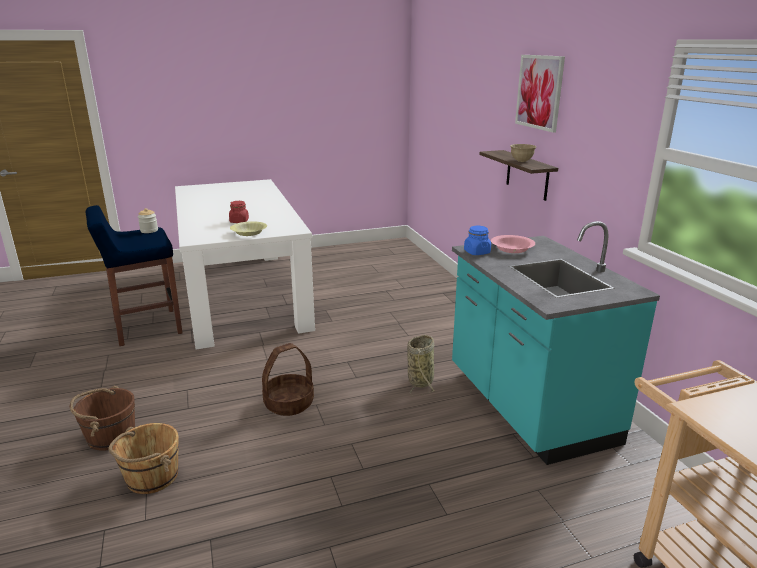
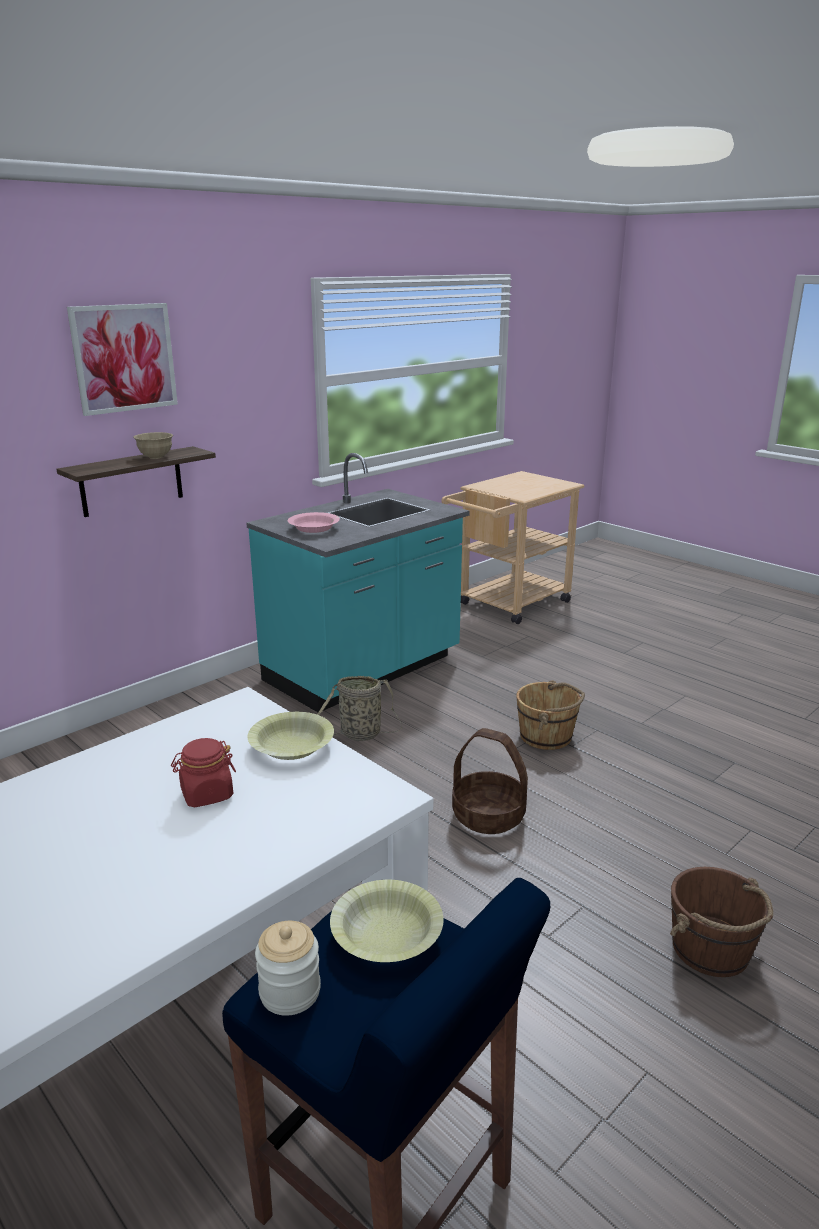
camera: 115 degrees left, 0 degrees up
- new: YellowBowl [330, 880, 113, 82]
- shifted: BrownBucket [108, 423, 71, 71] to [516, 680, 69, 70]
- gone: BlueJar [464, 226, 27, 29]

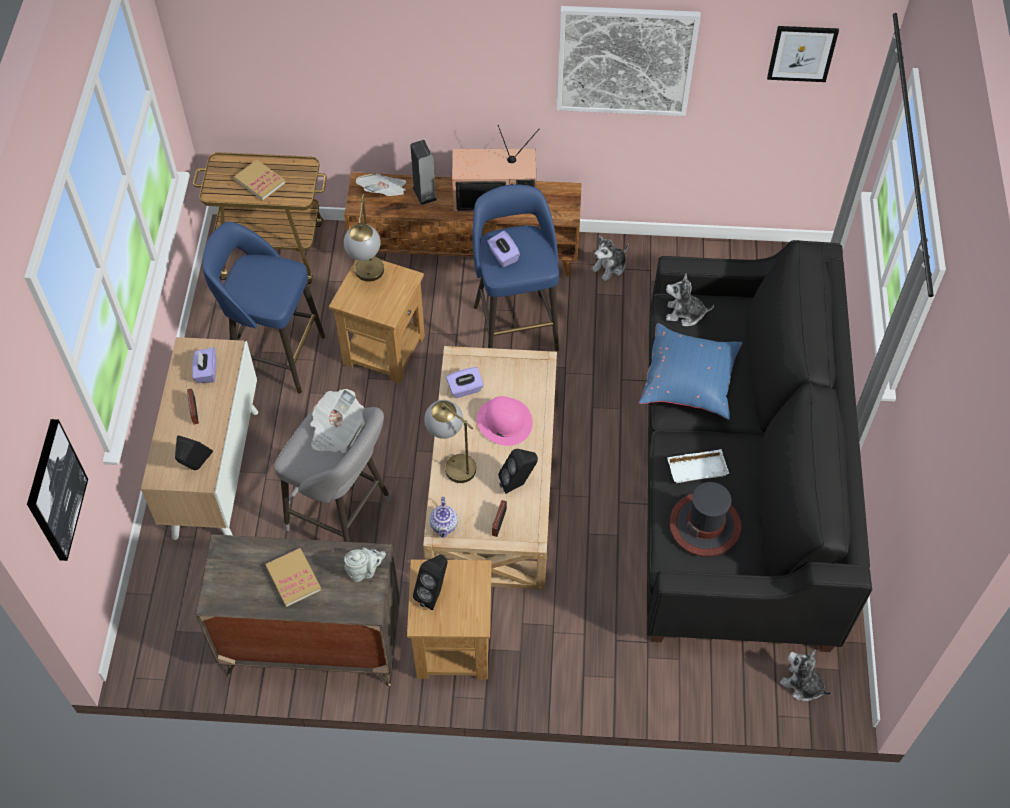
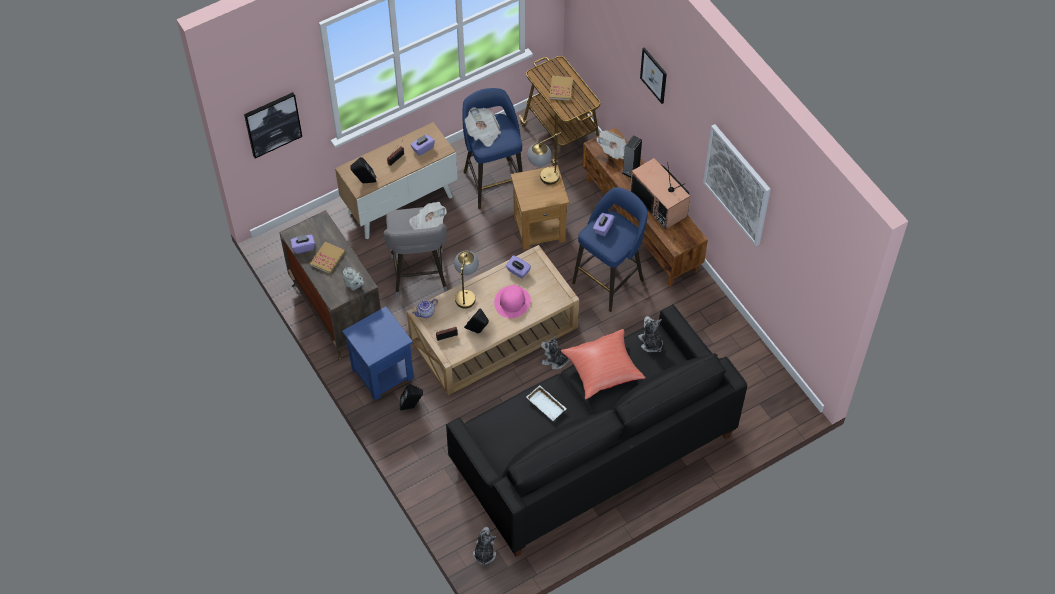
camera: 55 degrees right, 0 degrees up
- new: PurpleTissueBox [291, 235, 24, 19]
- repainted: BrownSideTable [407, 560, 84, 119] to BlueSideTable [342, 307, 72, 94]
- shifted: BlackSpeaker [413, 555, 35, 55] to [399, 384, 24, 27]
- new: Newspaper [465, 107, 36, 40]
- shifted: PlushToy [592, 235, 37, 46] to [541, 335, 29, 34]
- repainted: BluePillow [639, 323, 103, 97] to RedPillow [561, 329, 85, 71]
- shifted: Picture [767, 26, 72, 56] to [640, 47, 27, 57]
- gone: Hat [669, 482, 73, 75]

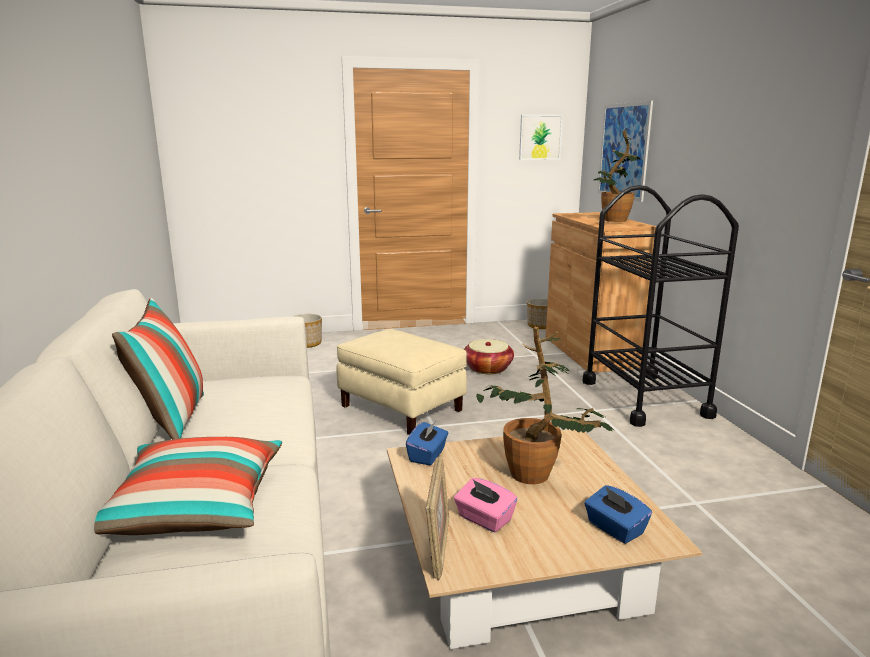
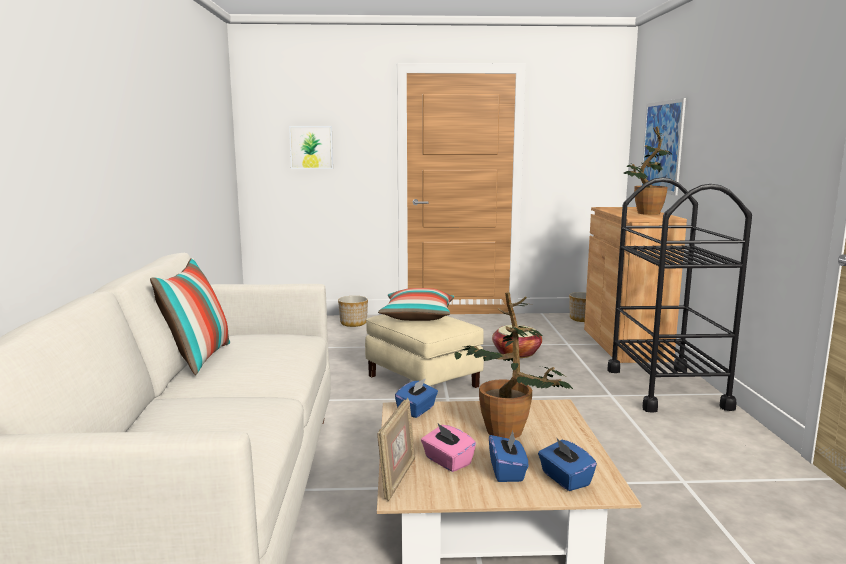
camera: 10 degrees right, 5 degrees down
- shifted: Picture [519, 115, 44, 45] to [289, 126, 44, 43]
- shifted: Pillow [94, 437, 188, 98] to [378, 288, 76, 33]
- new: BlueTissueBox [489, 431, 40, 51]

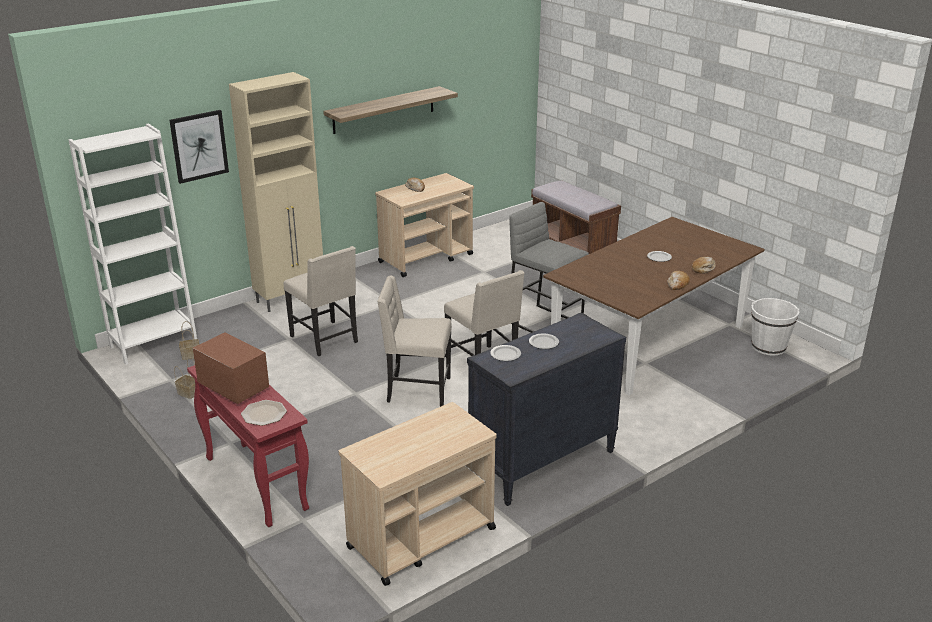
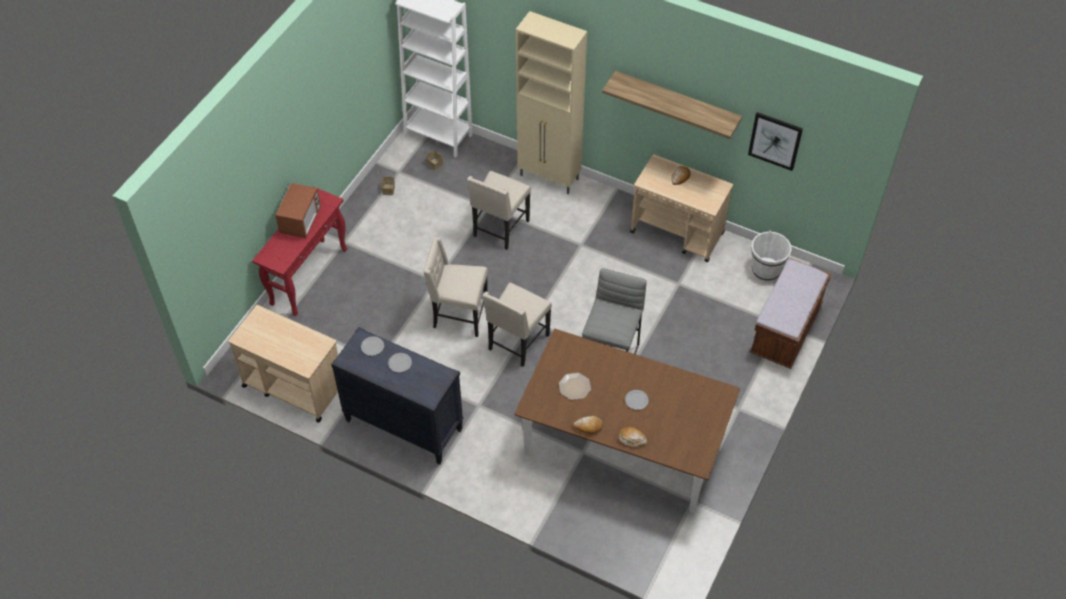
camera: 65 degrees right, 25 degrees up
- rotated: BeigeChair [377, 276, 75, 131] = [423, 237, 65, 100] 60 degrees counterclockwise
- shifted: Plate [241, 400, 46, 26] to [559, 373, 32, 27]
- shifted: Picture [169, 110, 60, 74] to [748, 112, 55, 59]
- shifted: WhiteBucket [751, 298, 48, 58] to [751, 231, 41, 50]

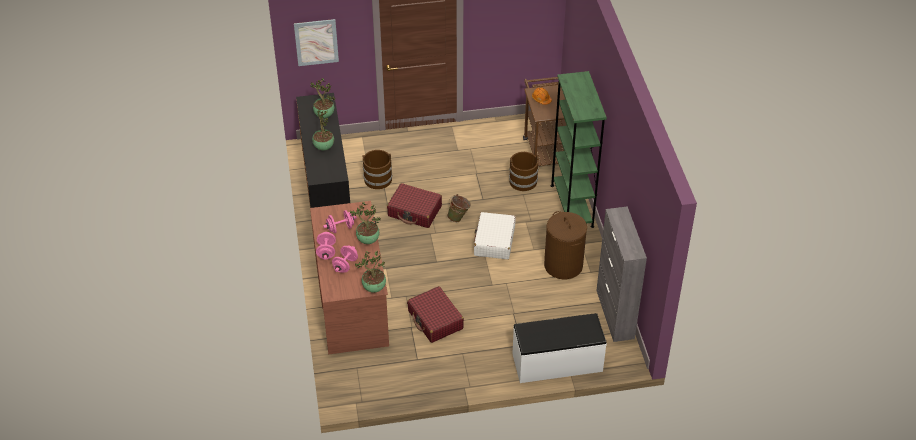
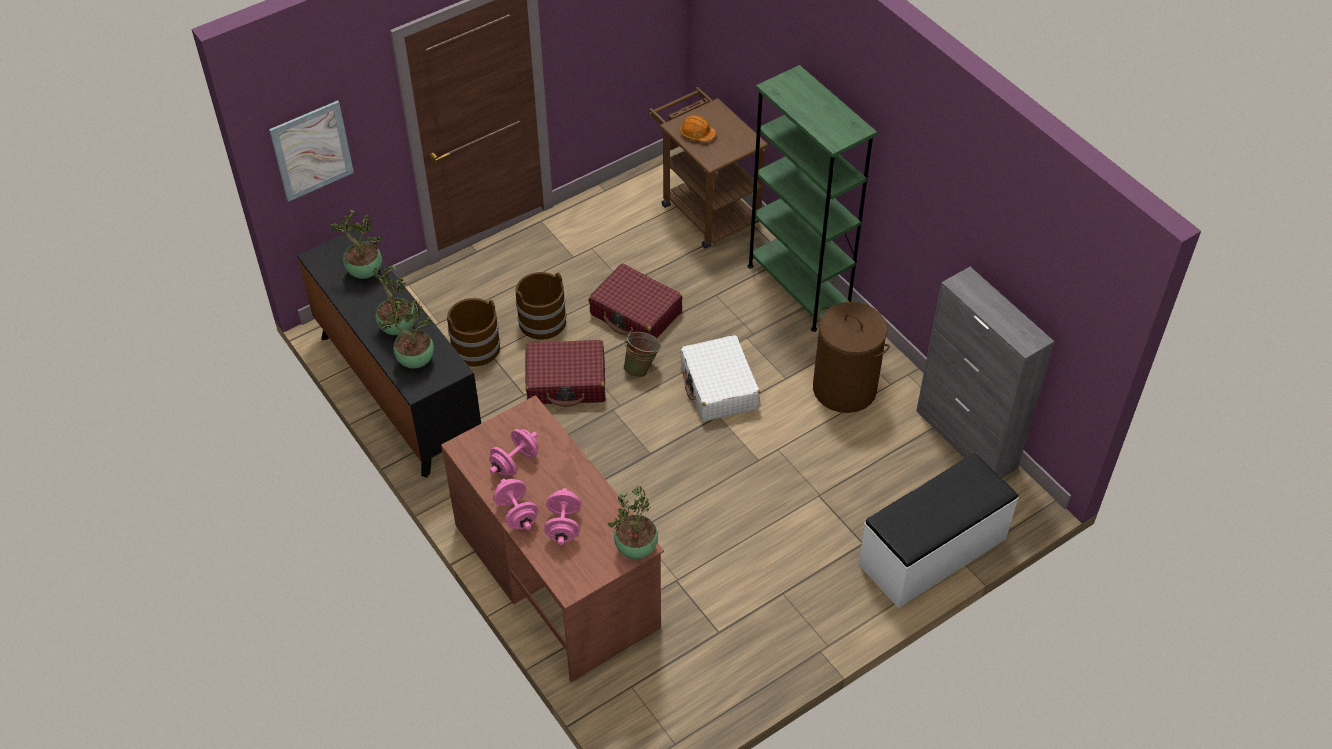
camera: 25 degrees left, 5 degrees up
- shifted: PottedPlant [350, 202, 31, 42] to [379, 300, 55, 69]
- shifted: BrownBucket [509, 152, 30, 39] to [515, 272, 52, 68]
- shifted: RedSuitcase [407, 286, 57, 57] to [589, 263, 93, 75]

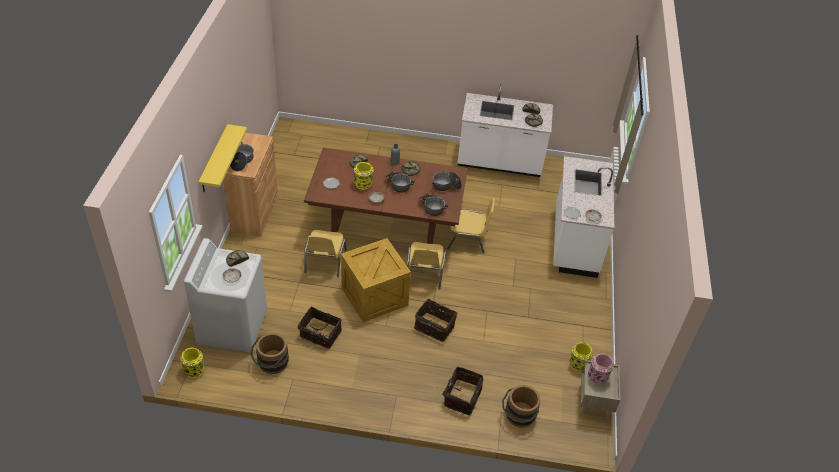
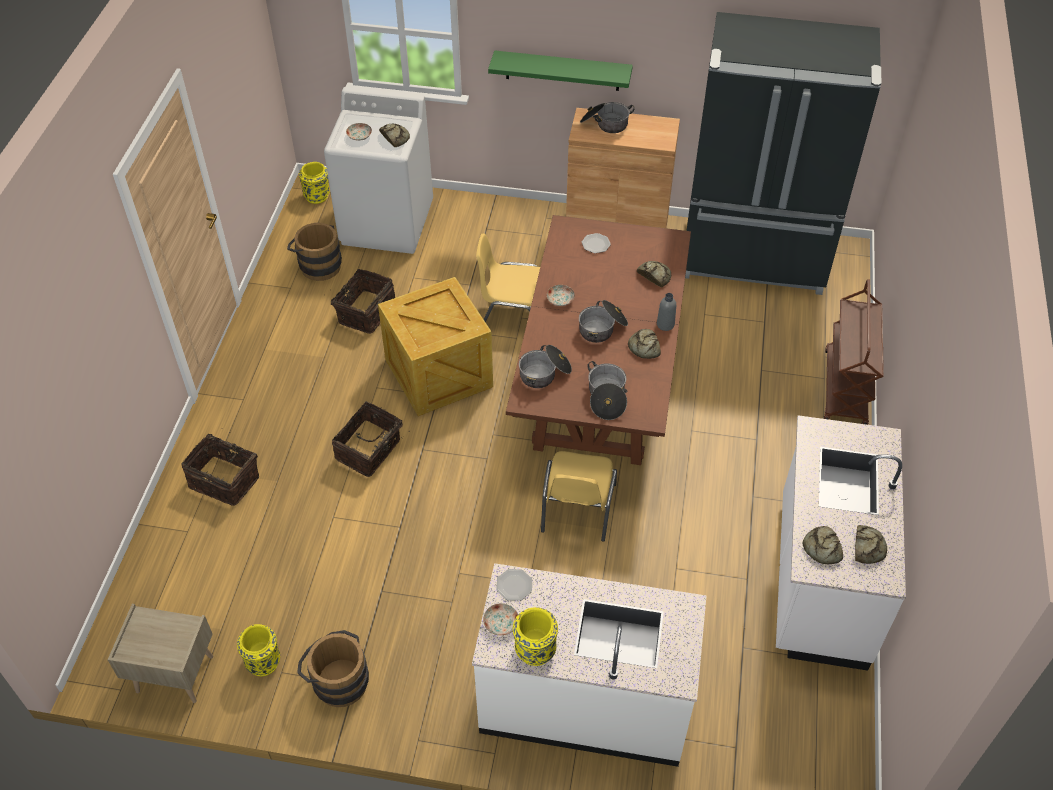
camera: 95 degrees right, 5 degrees up
- shifted: BrownBucket [502, 385, 38, 43] to [297, 630, 72, 77]
- repainted: YellowShelf [198, 124, 49, 68] to GreenShelf [488, 50, 145, 41]
- shifted: YellowVase [354, 162, 20, 28] to [513, 607, 45, 59]
- new: BlackFridge [685, 12, 196, 283]
- new: BrownCart [823, 279, 61, 146]
- gone: YellowChair [407, 242, 39, 48]
- gone: PinkVase [588, 354, 26, 30]

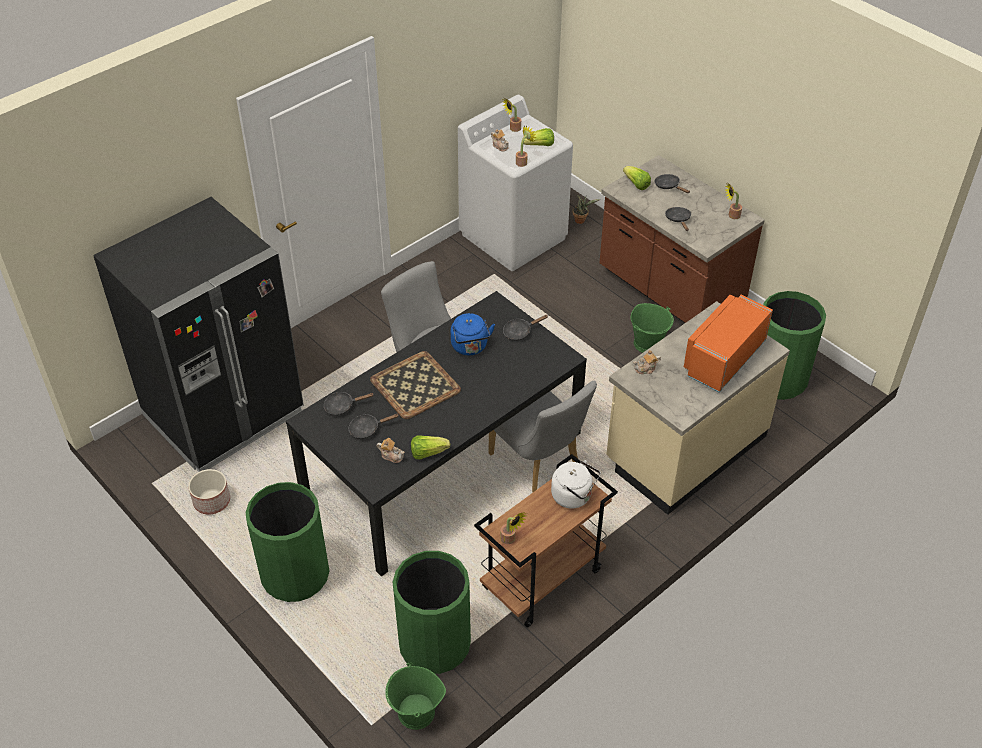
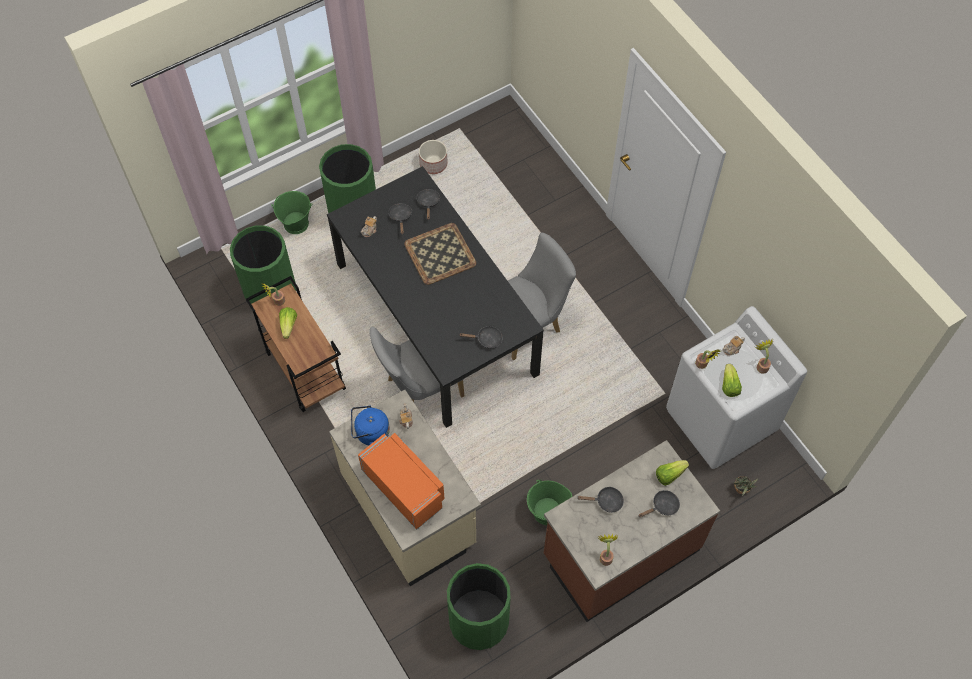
camera: 100 degrees right, 15 degrees up
- shifted: GreenBucket [385, 663, 61, 67] to [271, 191, 41, 43]
- shifted: Lettuce [411, 435, 39, 24] to [279, 307, 18, 32]
- shifted: BlueKettle [451, 313, 44, 42] to [351, 406, 39, 39]
- rotated: BlackFryingPan [503, 315, 45, 26] = [459, 326, 43, 23] 105 degrees clockwise
- gone: BlackFridge [93, 197, 211, 275]
- gone: WhiteKettle [551, 460, 50, 49]

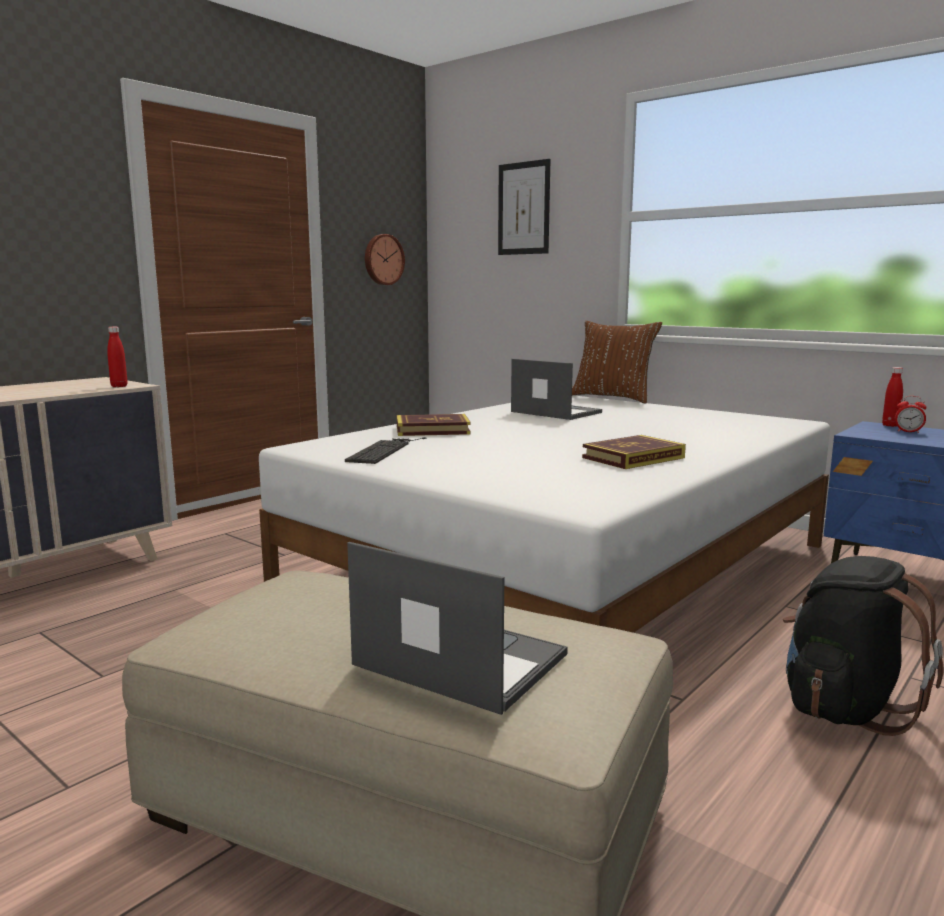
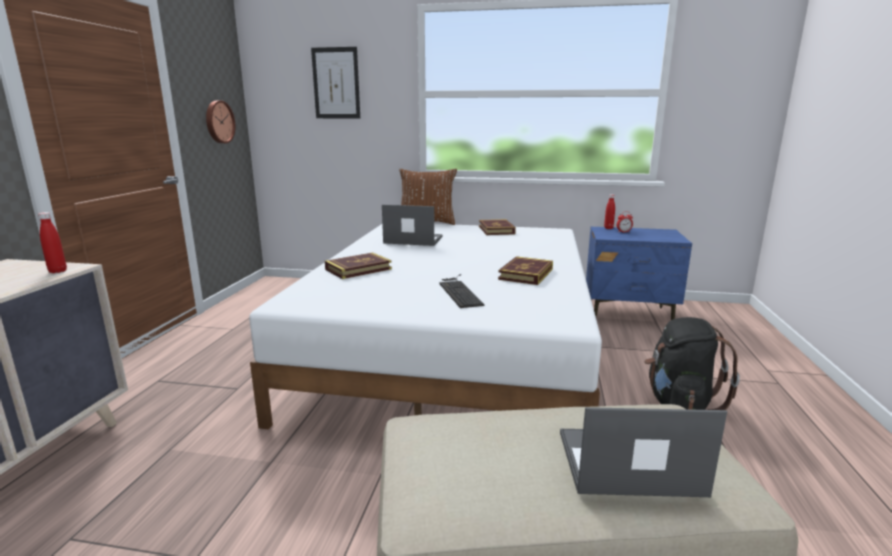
camera: 30 degrees left, 5 degrees up
- shifted: Keyboard [345, 437, 81, 27] to [439, 274, 46, 34]
- new: Book [479, 219, 37, 16]

